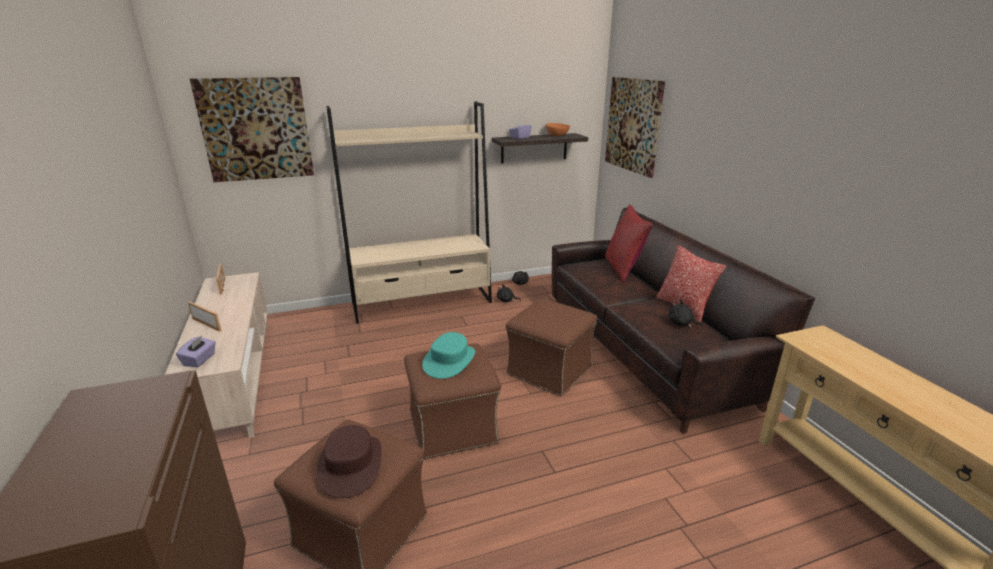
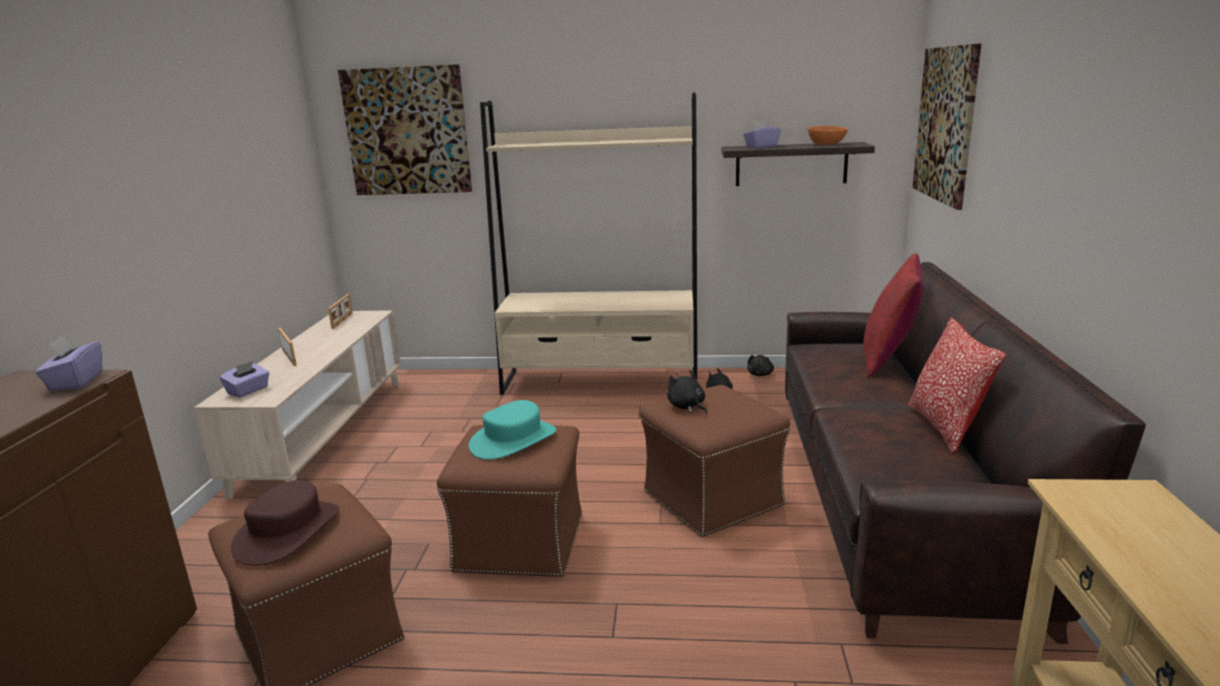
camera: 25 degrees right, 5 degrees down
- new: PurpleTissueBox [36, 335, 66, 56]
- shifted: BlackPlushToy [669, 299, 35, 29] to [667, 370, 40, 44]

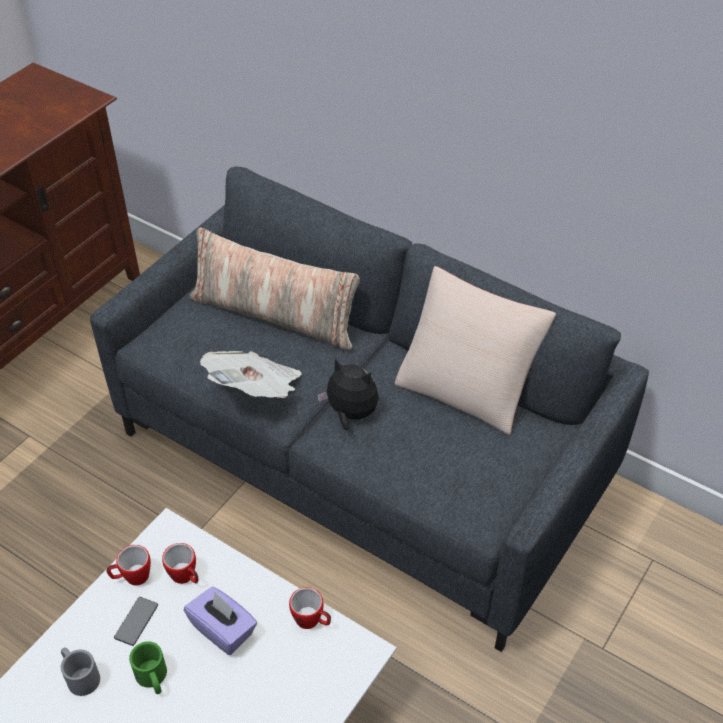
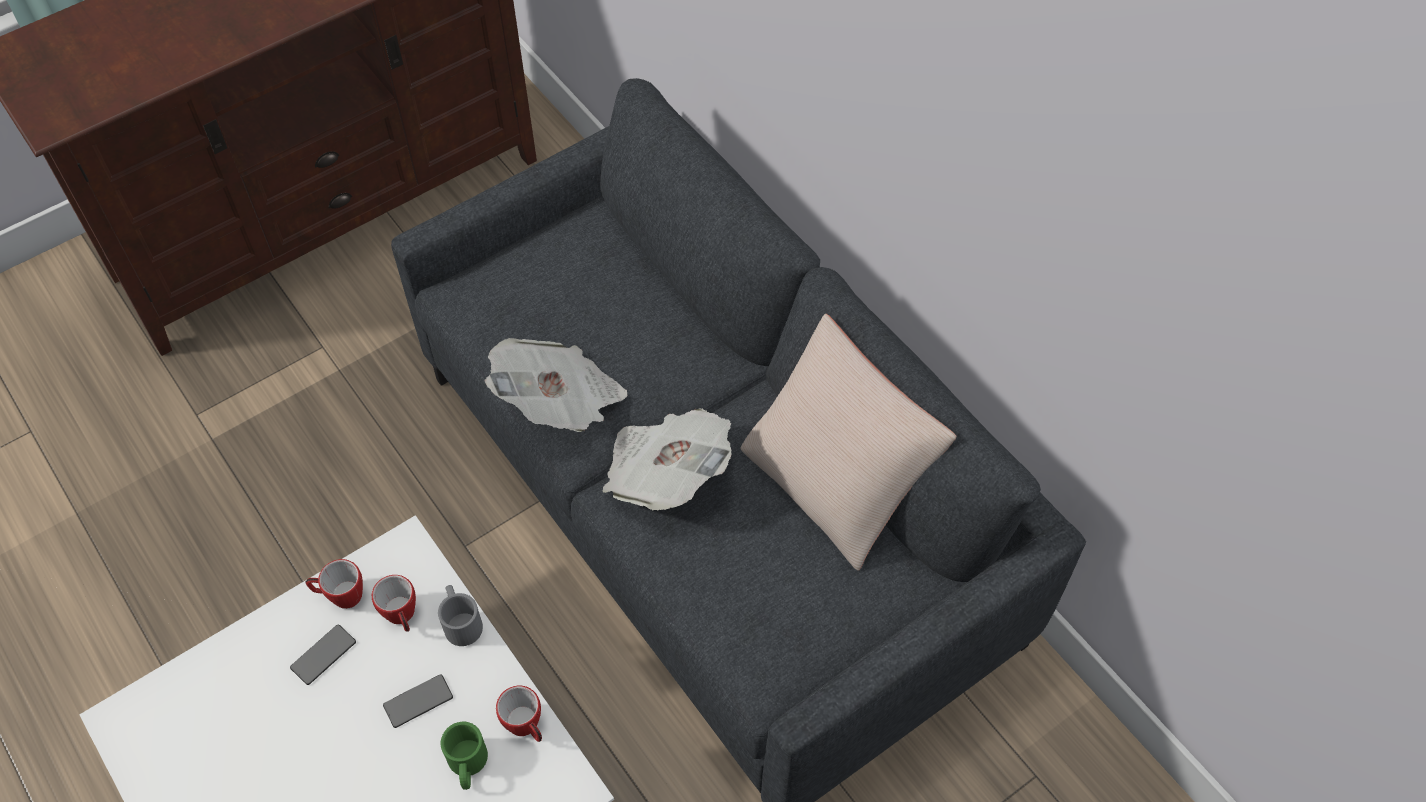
camera: 20 degrees right, 10 degrees up
- swapped: PurpleTissueBox [184, 587, 73, 68] to Phone [383, 674, 70, 54]
- shifted: GreyMug [61, 648, 39, 48] to [438, 585, 45, 61]
- shifted: GreenMug [129, 642, 38, 52] to [441, 722, 47, 68]
- swapped: PlushToy [317, 358, 62, 73] to Newspaper [602, 409, 130, 102]
- gone: Pillow [189, 227, 171, 123]

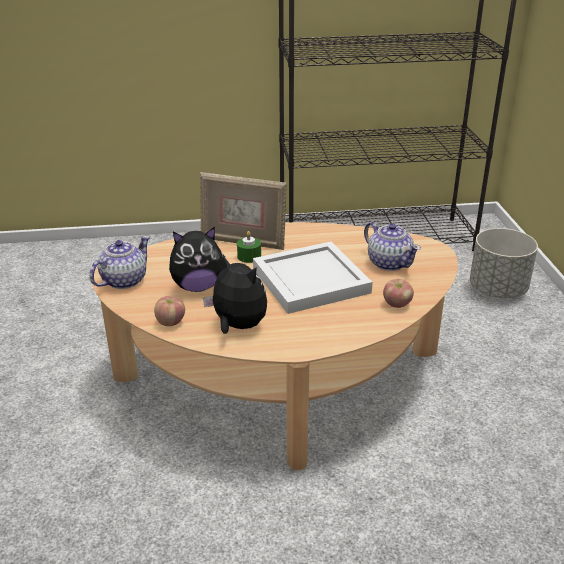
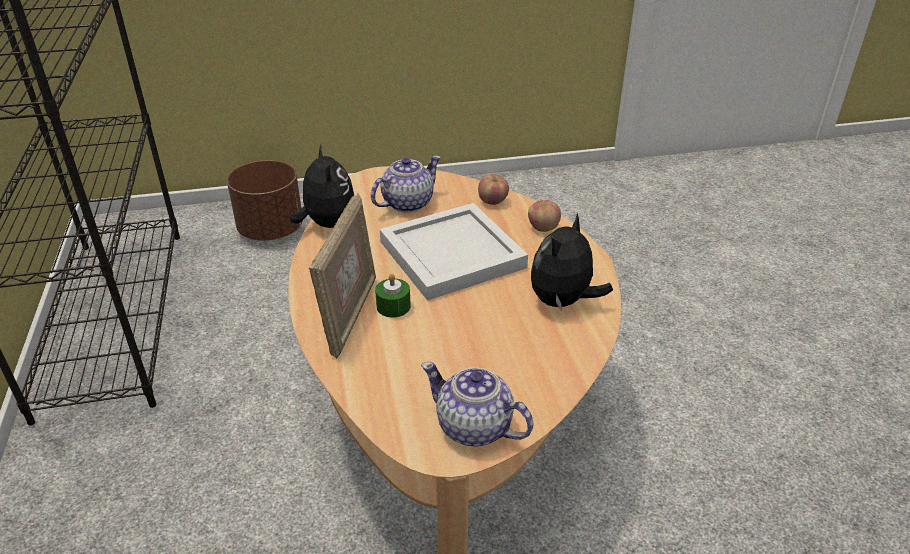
camera: 95 degrees left, 5 degrees up
- repainted: GreyPlanter [470, 228, 68, 70] to BrownPlanter [227, 160, 76, 80]
- shifted: PlushToy [169, 227, 53, 65] to [290, 145, 64, 83]
- shifted: Apple [154, 296, 31, 30] to [528, 200, 33, 32]

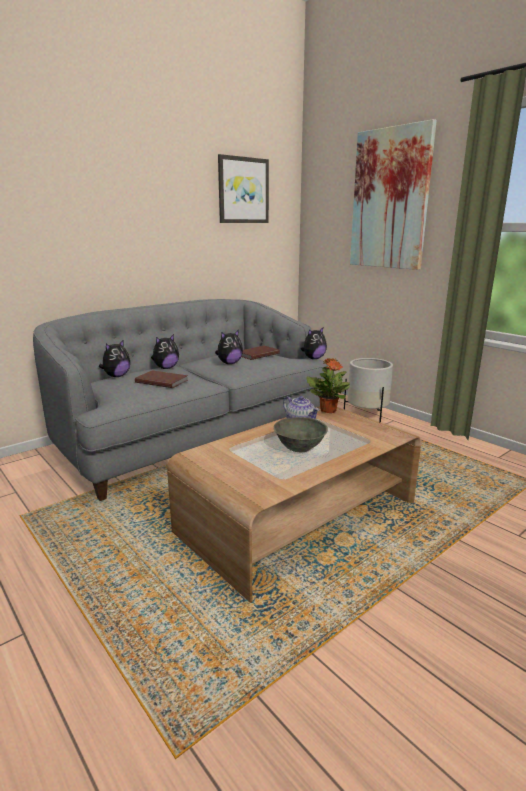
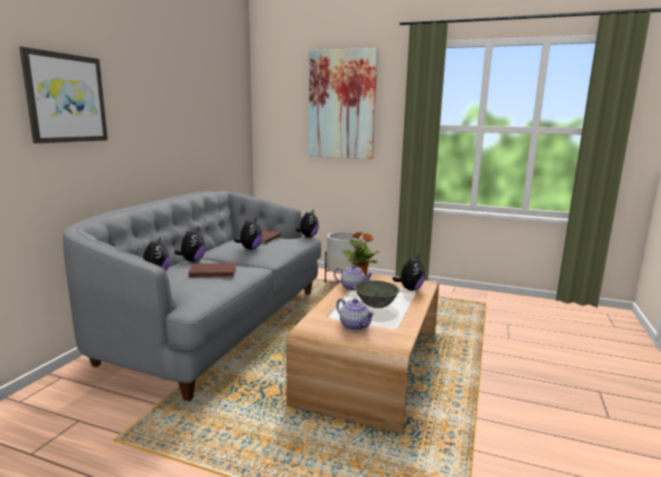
camera: 30 degrees left, 5 degrees down
- shifted: Picture [218, 154, 51, 69] to [19, 47, 89, 96]
- new: Teapot [336, 298, 39, 32]
- new: PlushToy [392, 254, 33, 37]

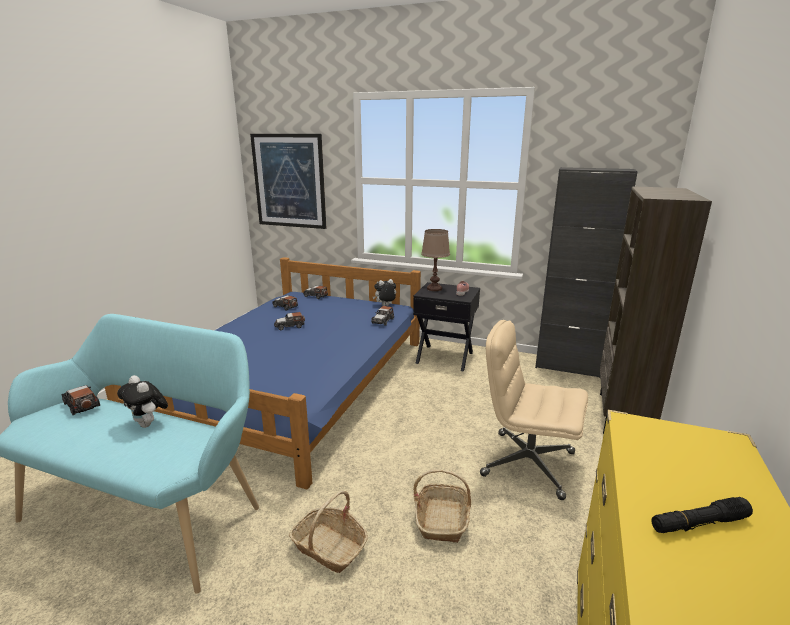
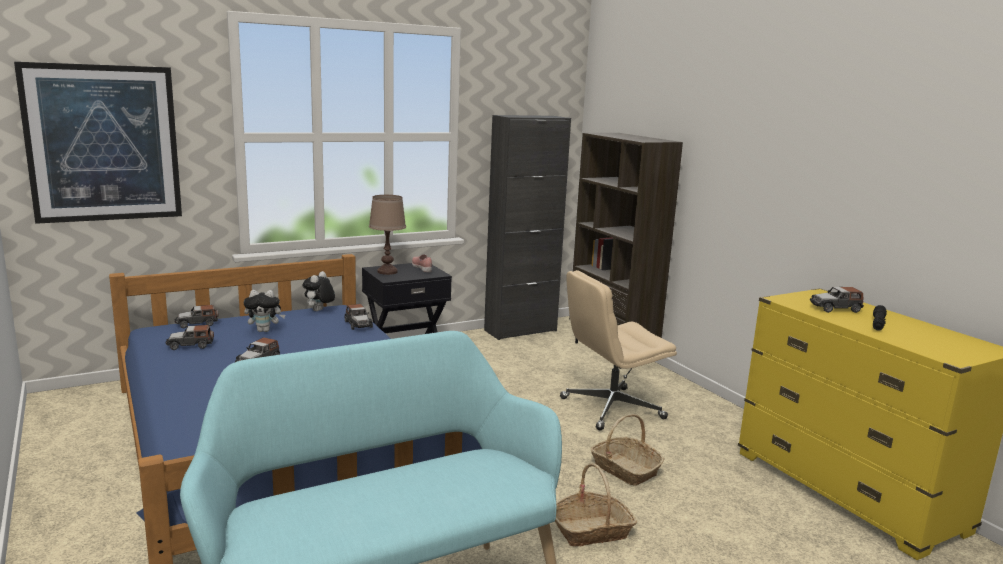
camera: 50 degrees left, 5 degrees down
- shifted: PlushToy [117, 375, 51, 53] to [244, 290, 41, 42]
- shifted: ToyCar [61, 385, 39, 30] to [810, 287, 54, 26]

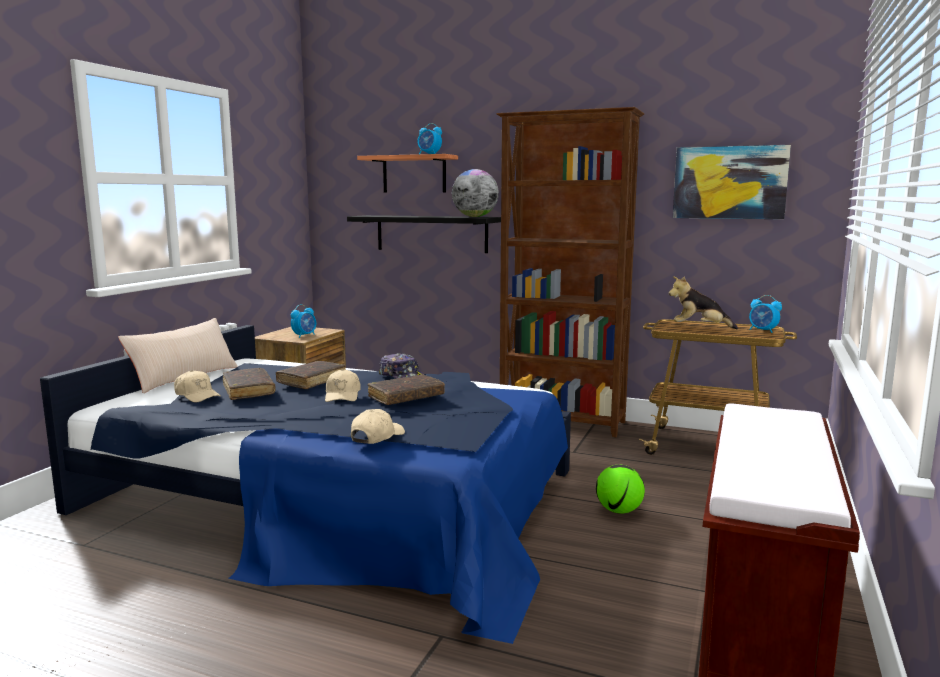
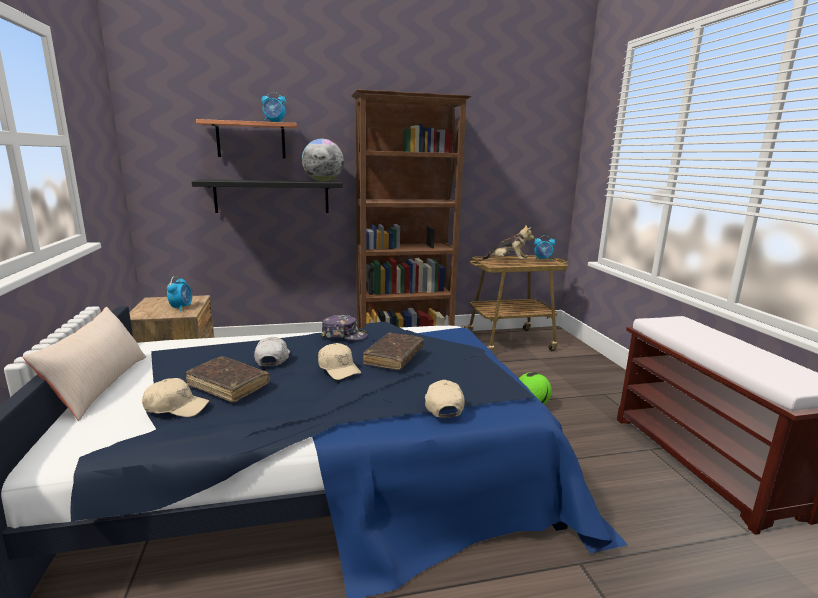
camera: 35 degrees left, 5 degrees up
- swapped: BrownBook [276, 361, 70, 28] to WhiteCap [254, 337, 36, 29]
- rotated: PlushToy [669, 276, 69, 53] = [482, 225, 52, 35] 135 degrees counterclockwise
- gone: Picture [673, 145, 118, 74]

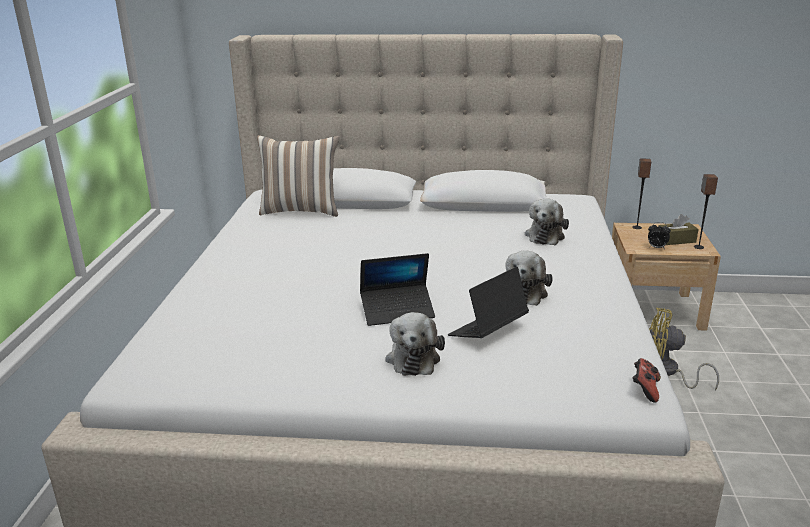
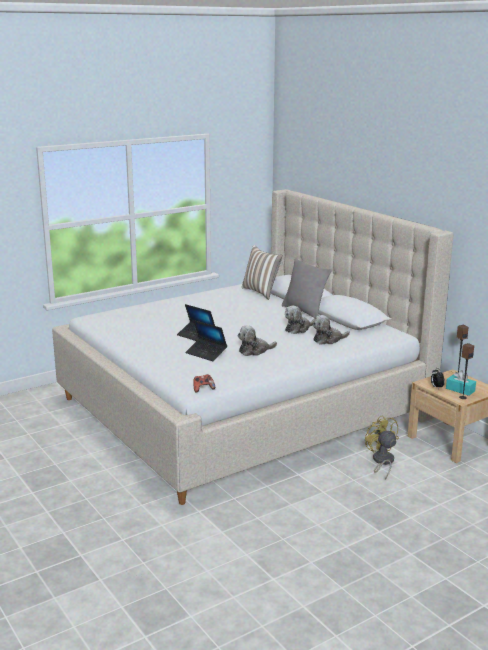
camera: 50 degrees right, 5 degrees down
- rotated: Laptop [448, 267, 81, 71] = [185, 320, 42, 41] 150 degrees counterclockwise
- new: GreyPillow [282, 258, 50, 60]
- shifted: PlushToy [385, 312, 60, 64] to [285, 306, 30, 28]
- repainted: BrownTissueBox [658, 214, 41, 31] to TurquoiseTissueBox [446, 370, 30, 26]

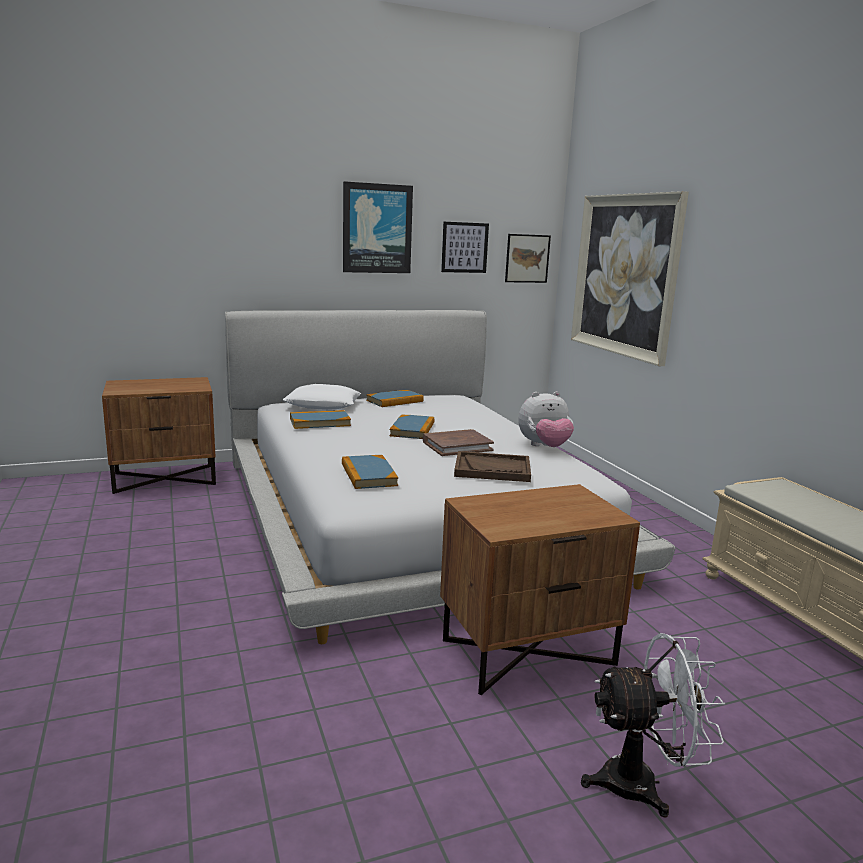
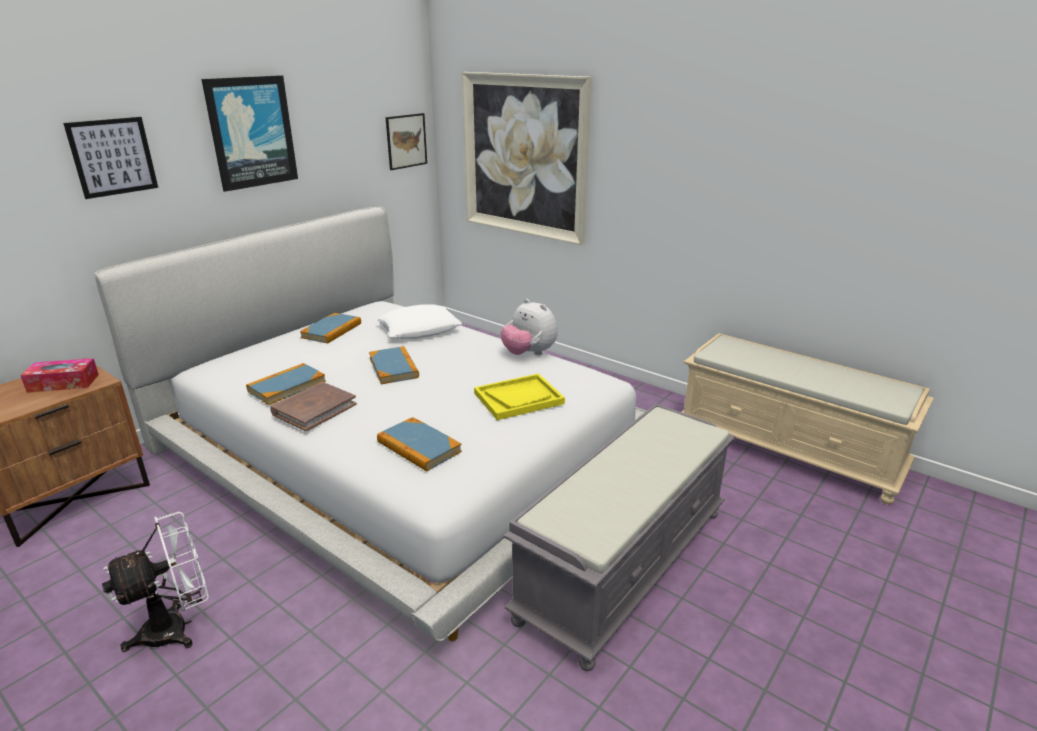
camera: 30 degrees left, 10 degrees up
- new: TissueBox [20, 358, 79, 35]
- shifted: Picture [441, 222, 48, 51] to [63, 117, 95, 82]
- shifted: WhiteFan [581, 633, 145, 185] to [102, 512, 107, 140]
- shifted: BrownBook [423, 429, 71, 27] to [270, 382, 87, 49]
- shifted: WhitePillow [282, 384, 79, 26] to [377, 304, 85, 35]
- repainted: BrownTray [454, 451, 77, 31] to YellowTray [474, 373, 91, 47]
- rotated: PlushToy [518, 391, 56, 56] = [501, 299, 57, 56] 90 degrees clockwise
- swapped: BrownNightstand [440, 484, 200, 211] to GreyBench [504, 403, 232, 268]

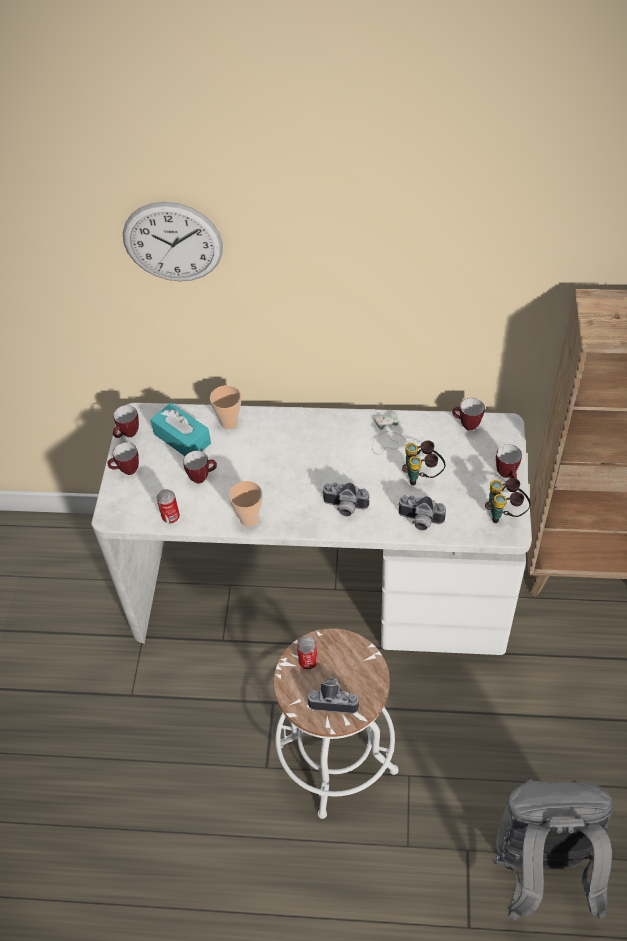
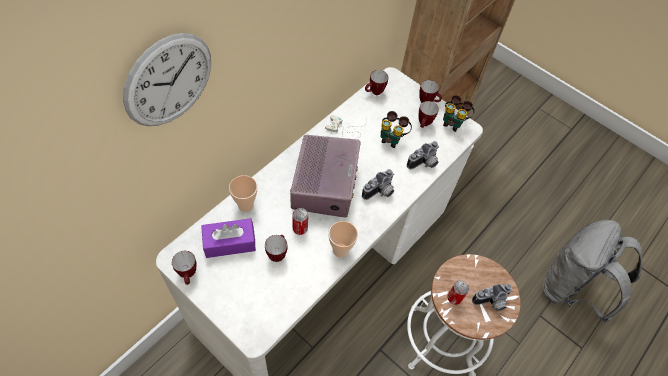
camera: 60 degrees left, 5 degrees up
- repainted: TurquoiseTissueBox [150, 403, 61, 53] to PurpleTissueBox [201, 218, 55, 40]
- new: Radio [290, 135, 71, 82]
- shifted: Can [157, 489, 23, 34] to [292, 208, 16, 27]
- shifted: Mug [108, 442, 31, 33] to [419, 101, 20, 27]
- rotated: PhotoCamera [307, 678, 53, 36] = [472, 284, 40, 27] 150 degrees counterclockwise

